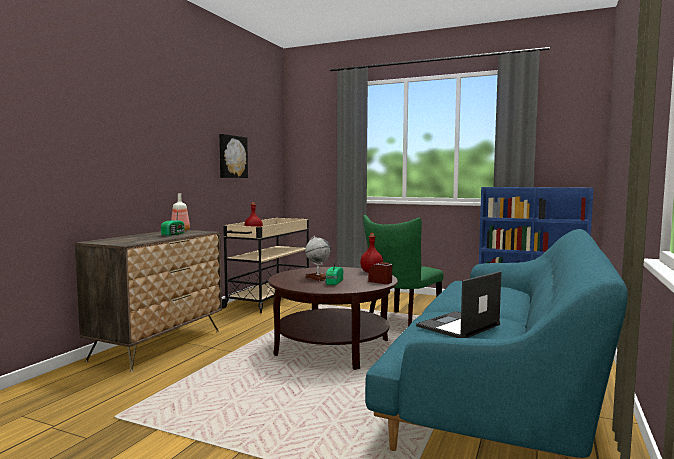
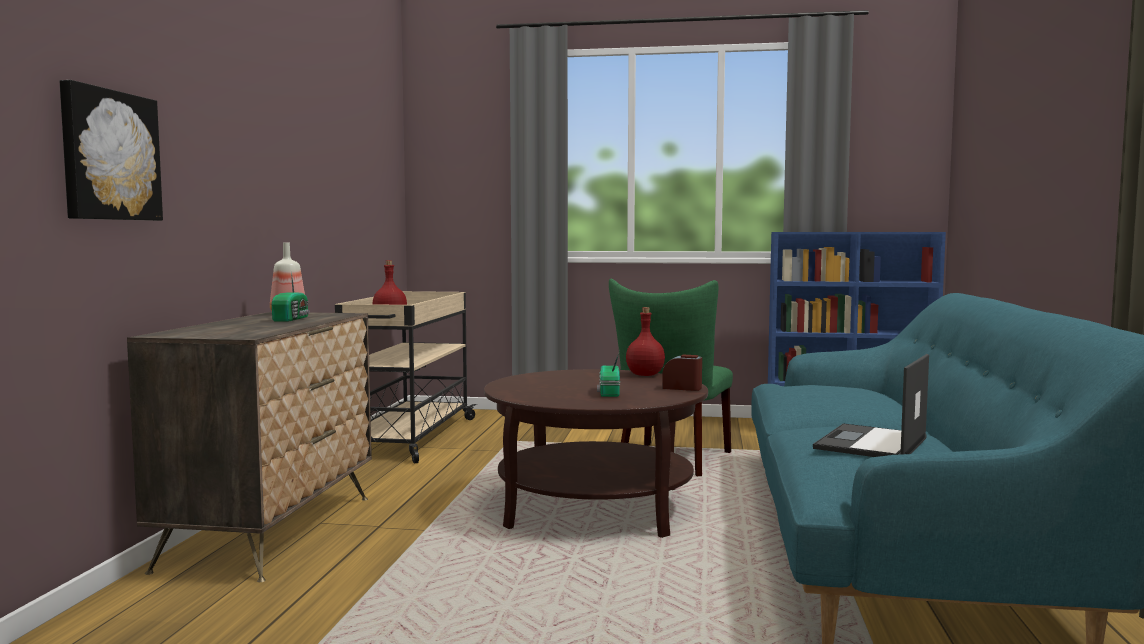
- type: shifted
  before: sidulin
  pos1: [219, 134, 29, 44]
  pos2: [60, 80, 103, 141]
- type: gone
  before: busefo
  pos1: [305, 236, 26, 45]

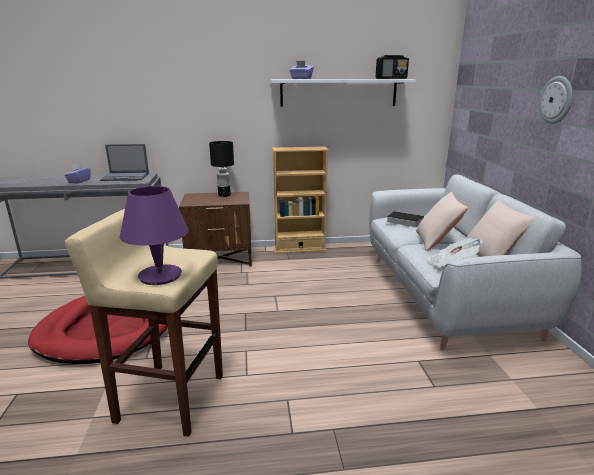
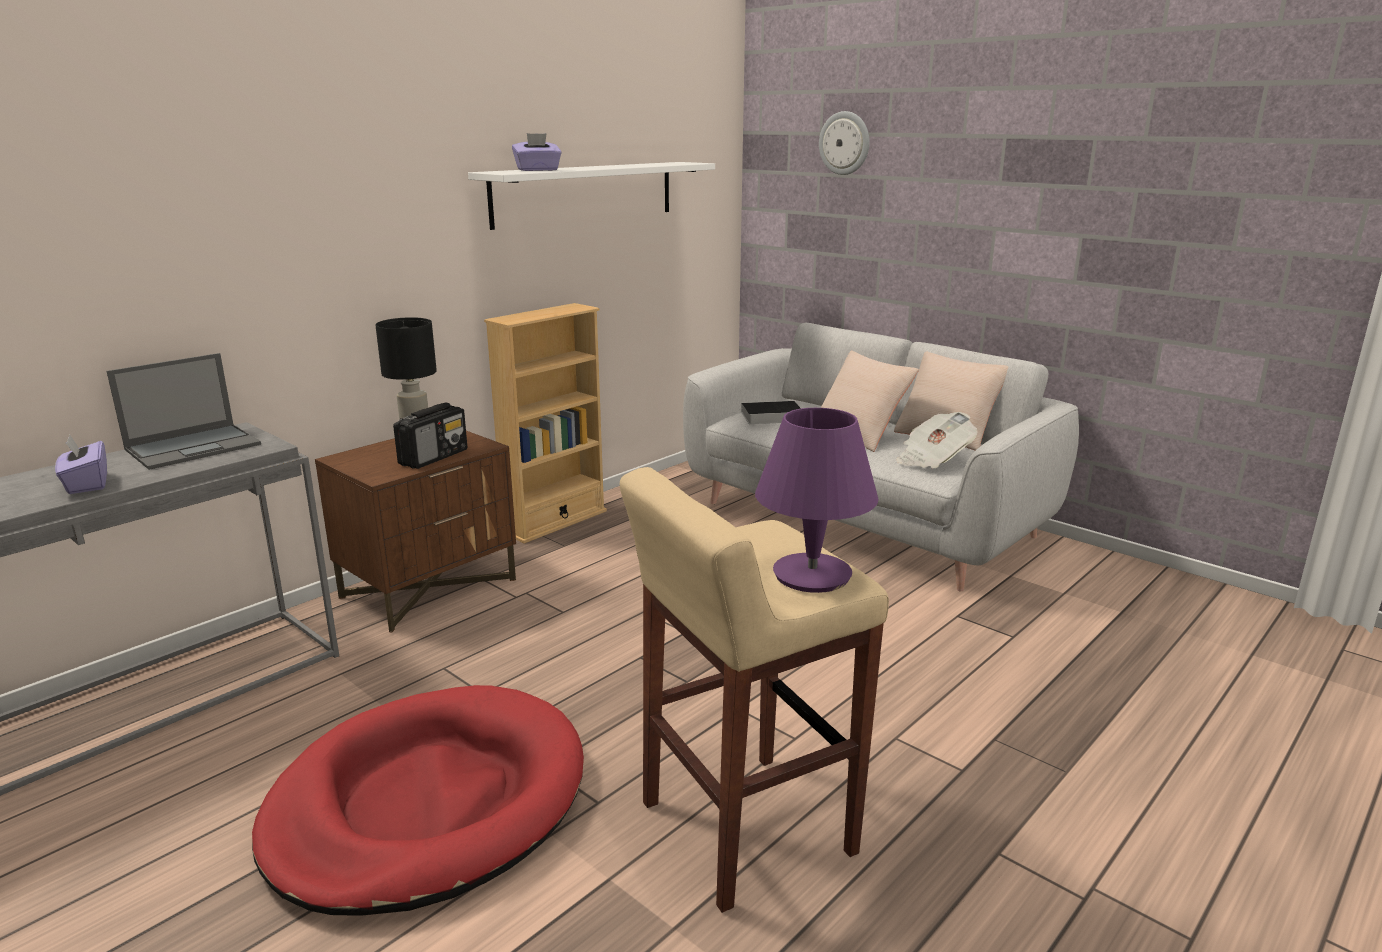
- type: shifted
  before: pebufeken
  pos1: [376, 55, 33, 24]
  pos2: [393, 403, 74, 66]
- type: shifted
  before: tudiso
  pos1: [539, 76, 34, 48]
  pos2: [819, 111, 51, 64]

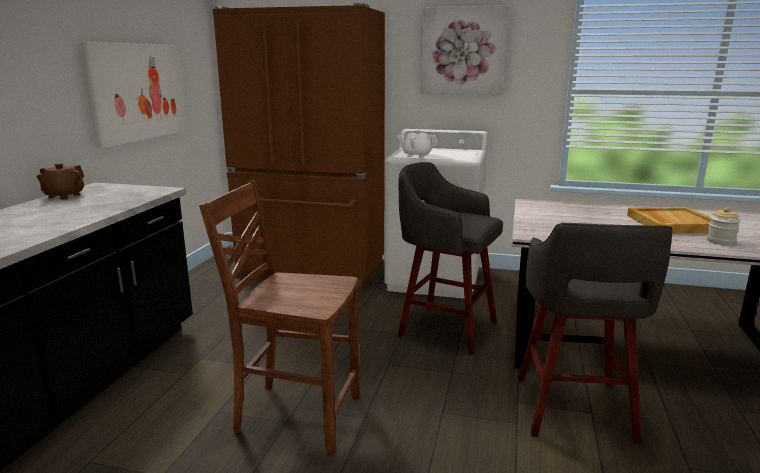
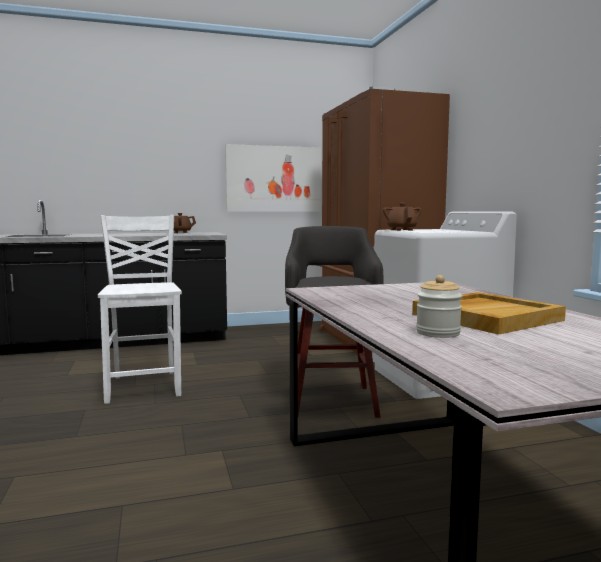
- type: repainted
  before: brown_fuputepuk
  after: white_fuputepuk
  pos1: [199, 180, 161, 274]
  pos2: [98, 215, 84, 189]
- type: repainted
  before: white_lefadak
  after: brown_lefadak
  pos1: [397, 130, 41, 28]
  pos2: [383, 203, 39, 28]
- type: gone
  before: sidulin
  pos1: [420, 5, 88, 90]
- type: gone
  before: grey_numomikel
  pos1: [518, 223, 154, 221]

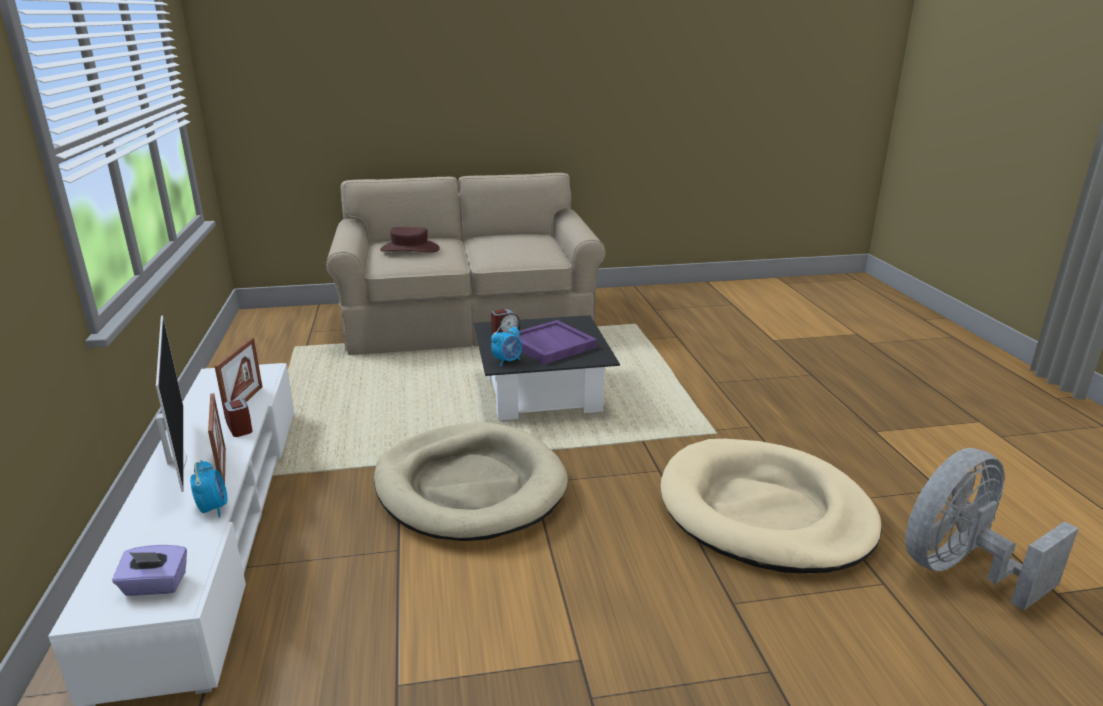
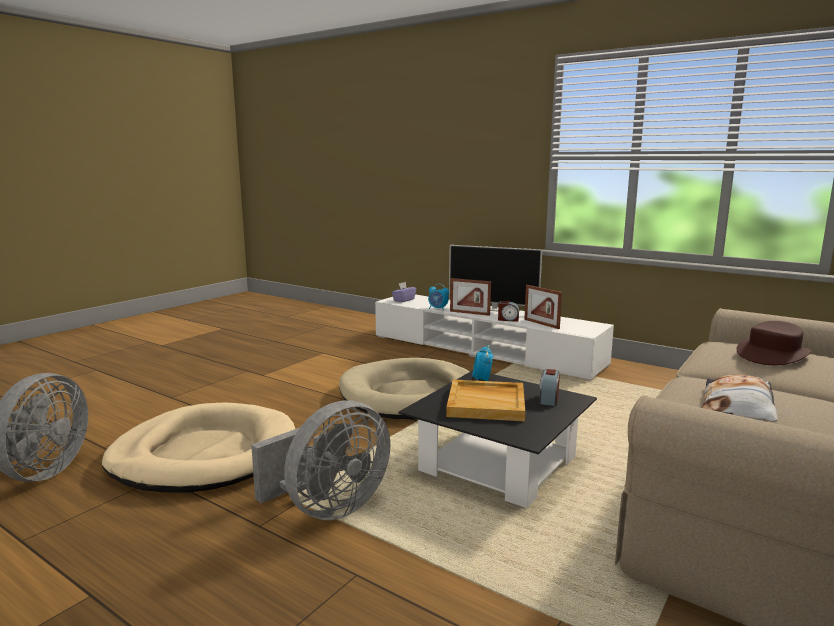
- type: new
  after: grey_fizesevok
  pos2: [251, 400, 139, 120]
- type: repainted
  before: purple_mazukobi
  after: beige_mazukobi
  pos1: [510, 320, 87, 44]
  pos2: [446, 379, 79, 42]
- type: new
  after: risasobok
  pos2: [702, 375, 76, 47]

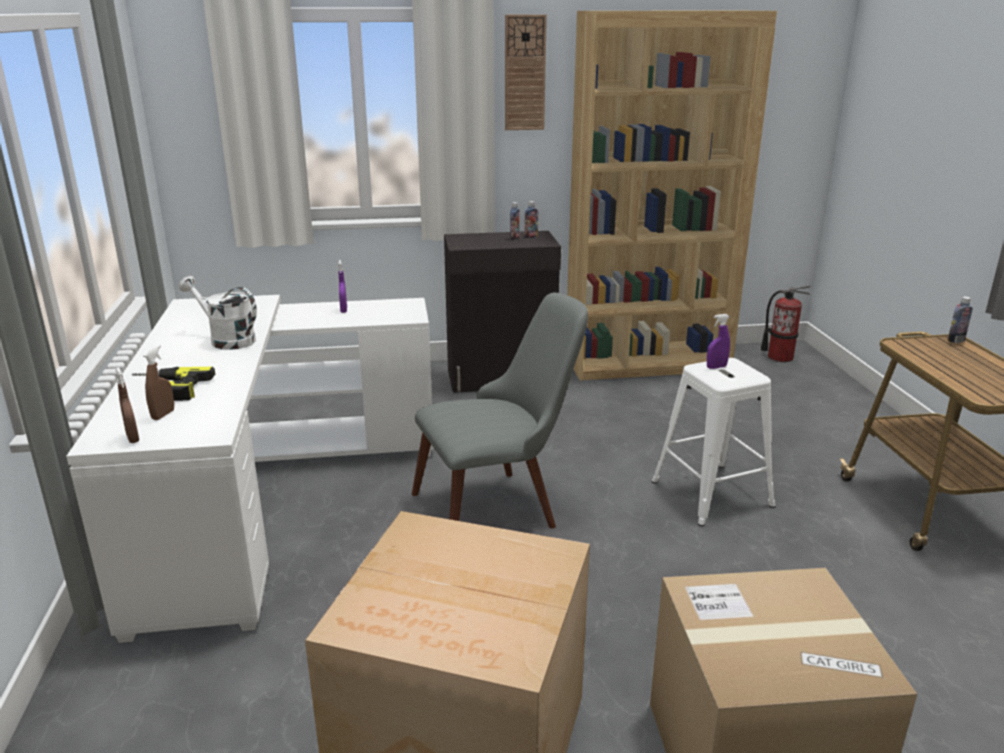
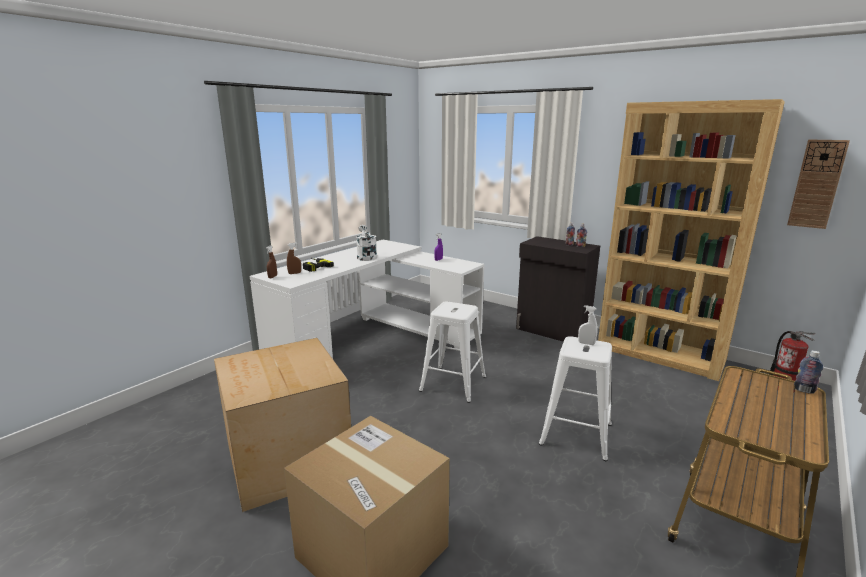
- type: swapped
  before: grey_fuputepuk
  after: white_numomikel
  pos1: [412, 293, 176, 235]
  pos2: [419, 302, 67, 101]
- type: repainted
  before: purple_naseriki
  after: white_naseriki
  pos1: [707, 314, 23, 55]
  pos2: [578, 305, 20, 40]
- type: shifted
  before: tudiso
  pos1: [505, 15, 42, 115]
  pos2: [787, 139, 63, 90]

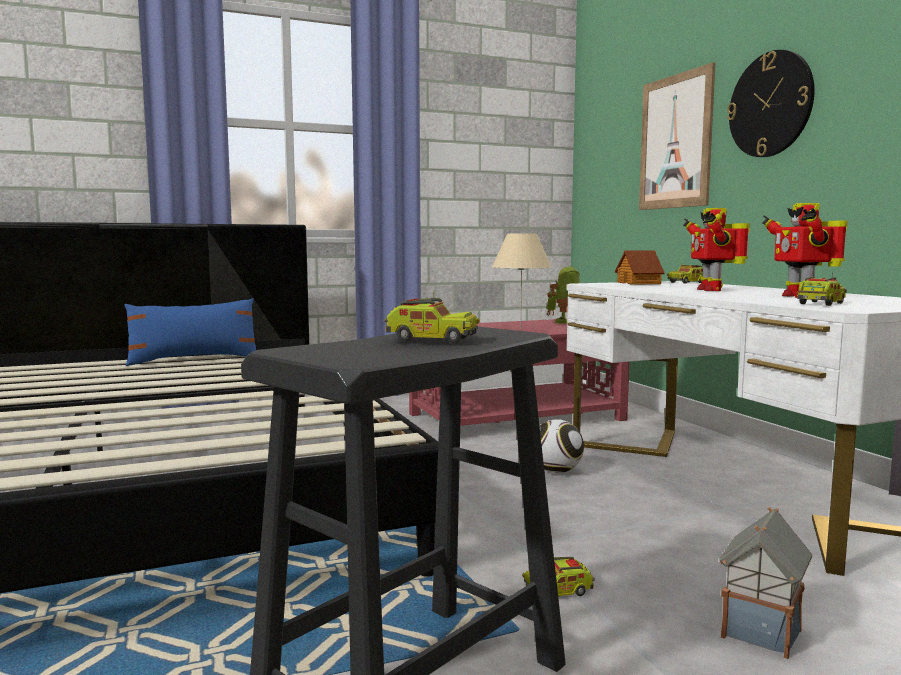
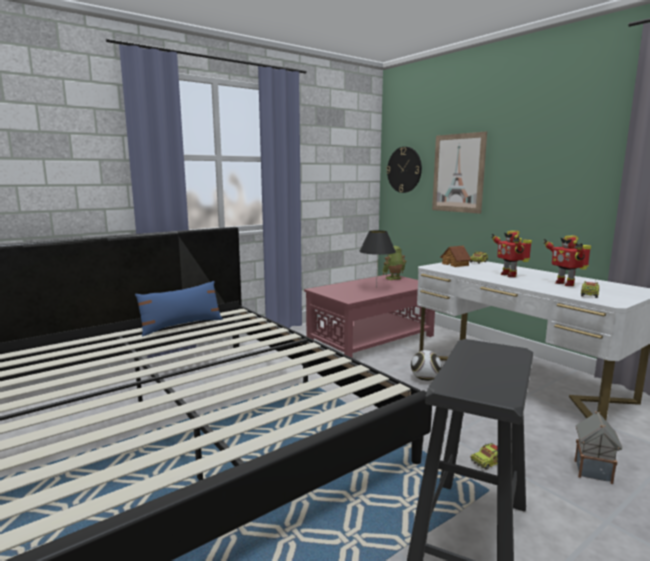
- type: repainted
  before: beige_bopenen
  after: black_bopenen
  pos1: [492, 234, 60, 95]
  pos2: [359, 230, 37, 59]
- type: shifted
  before: tudiso
  pos1: [727, 50, 88, 107]
  pos2: [386, 147, 36, 46]
- type: gone
  before: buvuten
  pos1: [384, 298, 96, 45]

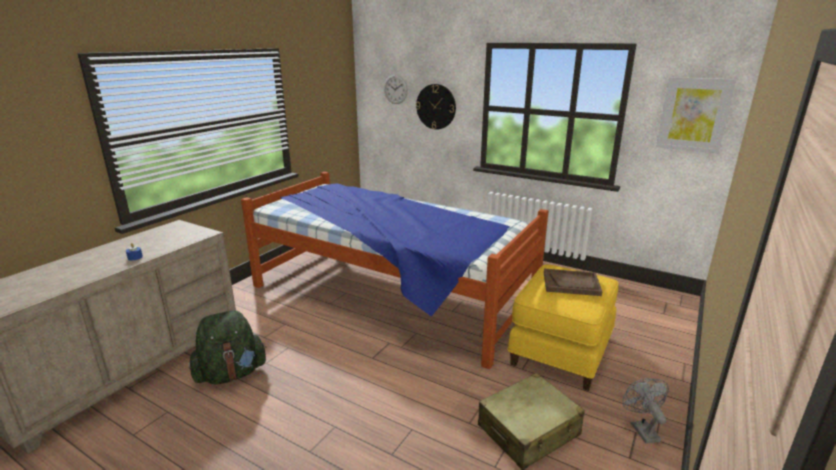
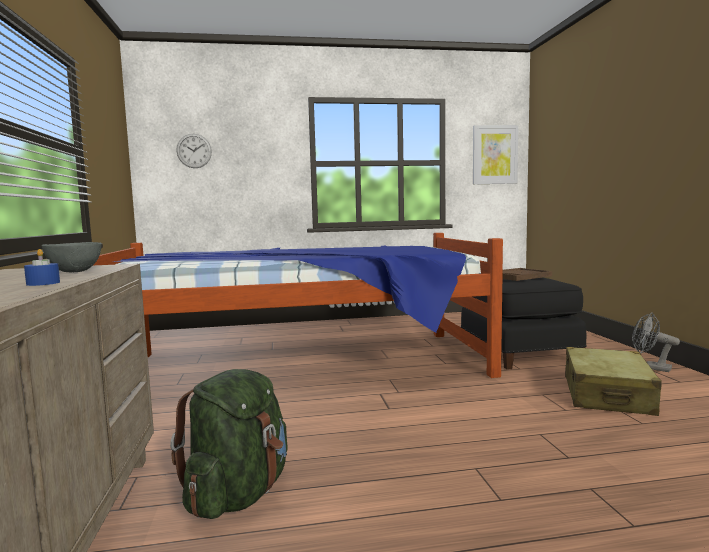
- type: new
  after: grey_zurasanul
  pos2: [42, 242, 60, 30]
- type: repainted
  before: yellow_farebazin
  after: black_farebazin
  pos1: [507, 264, 112, 127]
  pos2: [461, 278, 125, 91]
- type: gone
  before: tudiso
  pos1: [416, 84, 40, 46]

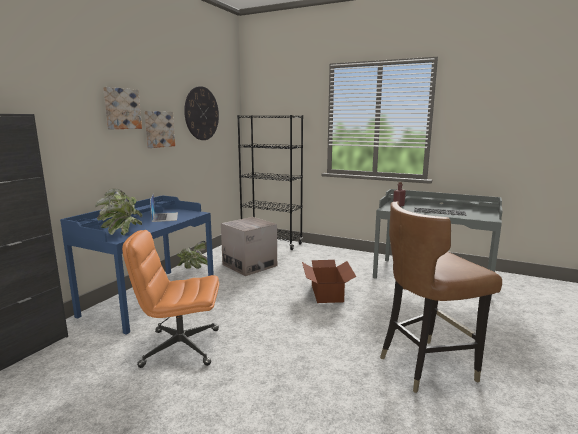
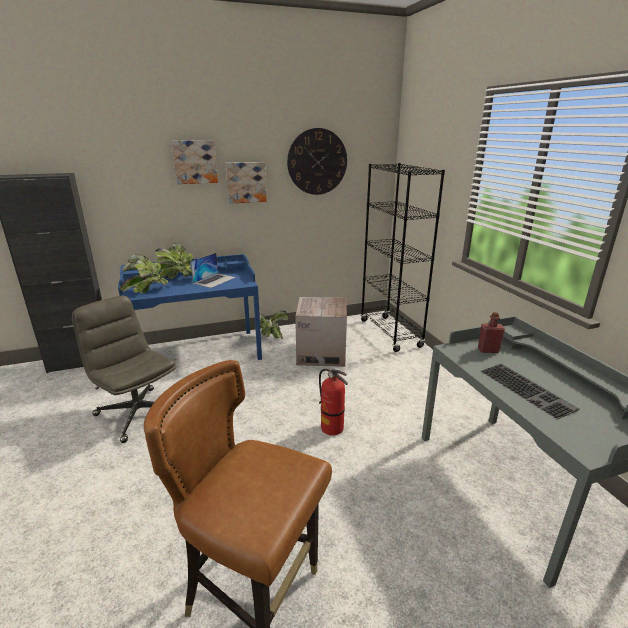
- type: repainted
  before: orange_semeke
  after: grey_semeke
  pos1: [122, 230, 97, 138]
  pos2: [72, 296, 105, 147]
- type: swapped
  before: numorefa
  after: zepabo
  pos1: [302, 260, 54, 43]
  pos2: [319, 369, 29, 67]

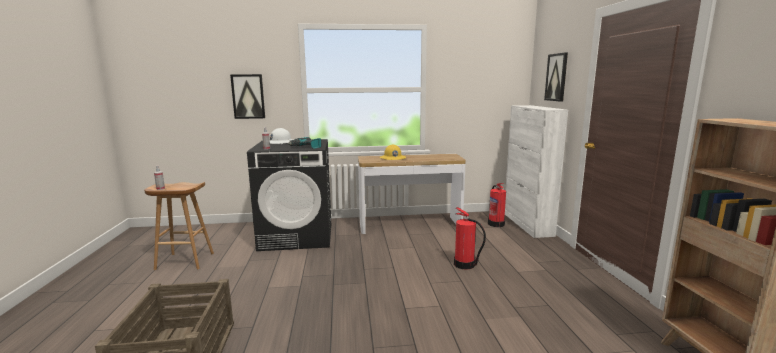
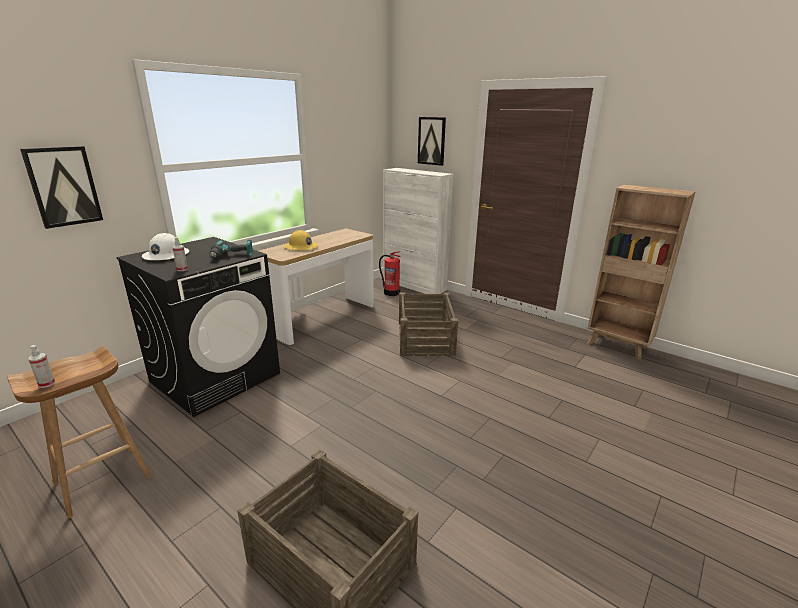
- type: swapped
  before: zepabo
  after: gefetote
  pos1: [454, 207, 32, 63]
  pos2: [399, 292, 59, 64]

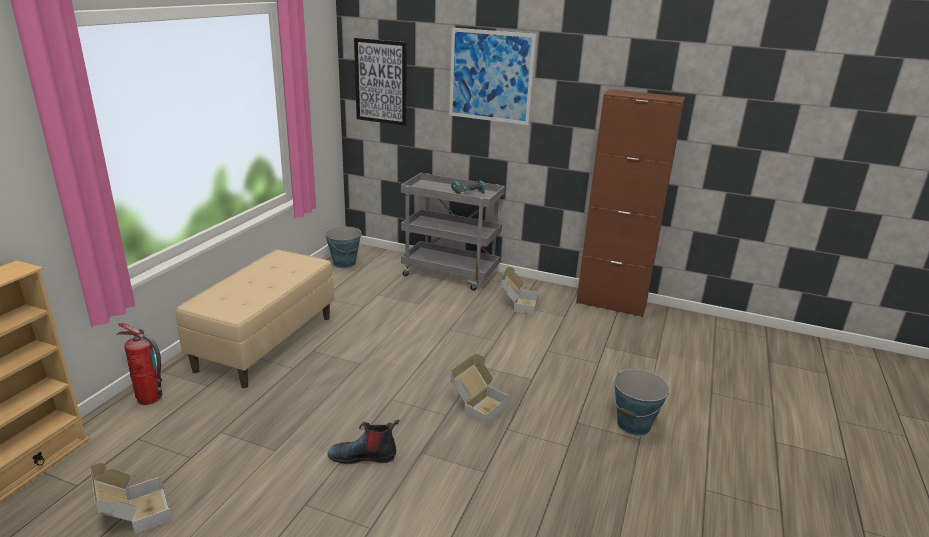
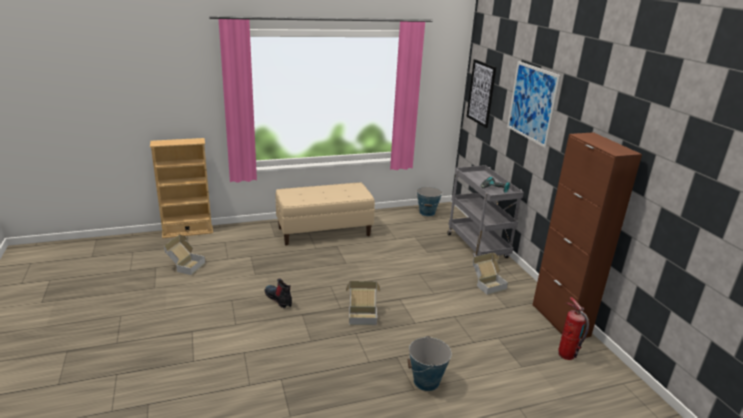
- type: shifted
  before: zepabo
  pos1: [116, 323, 46, 82]
  pos2: [558, 297, 31, 63]

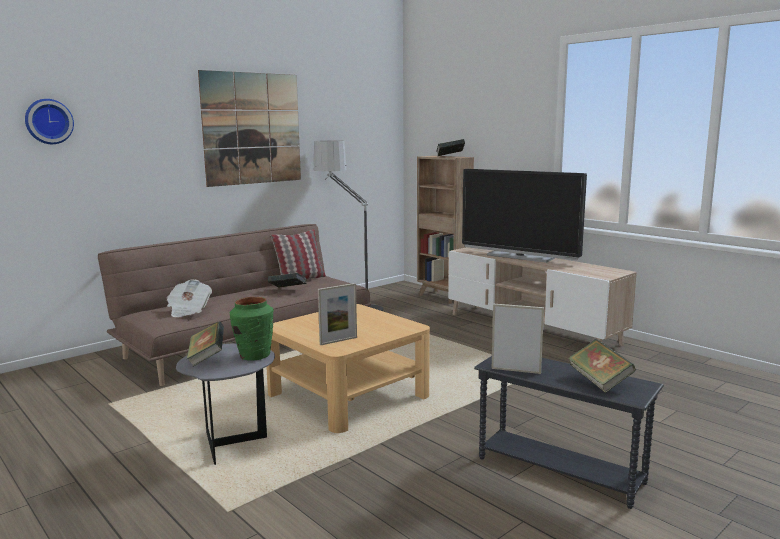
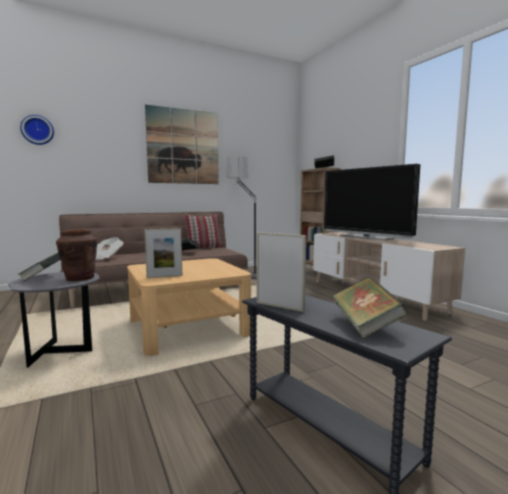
- type: repainted
  before: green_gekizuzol
  after: brown_gekizuzol
  pos1: [230, 297, 44, 64]
  pos2: [56, 230, 41, 51]

